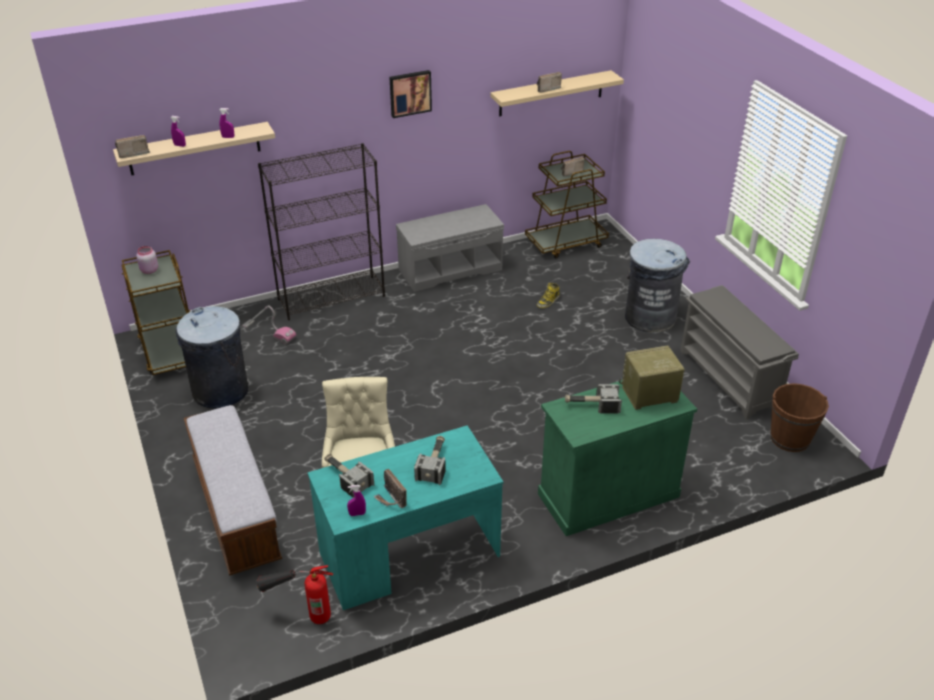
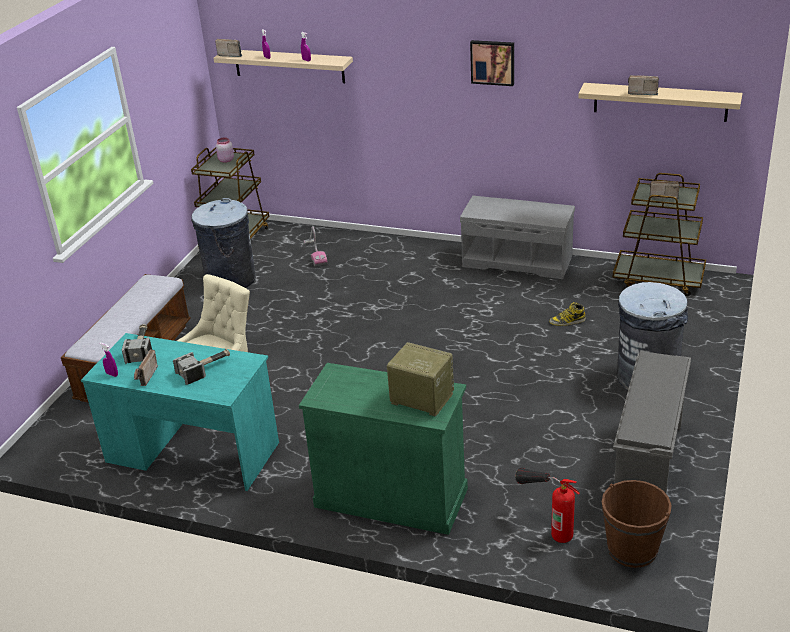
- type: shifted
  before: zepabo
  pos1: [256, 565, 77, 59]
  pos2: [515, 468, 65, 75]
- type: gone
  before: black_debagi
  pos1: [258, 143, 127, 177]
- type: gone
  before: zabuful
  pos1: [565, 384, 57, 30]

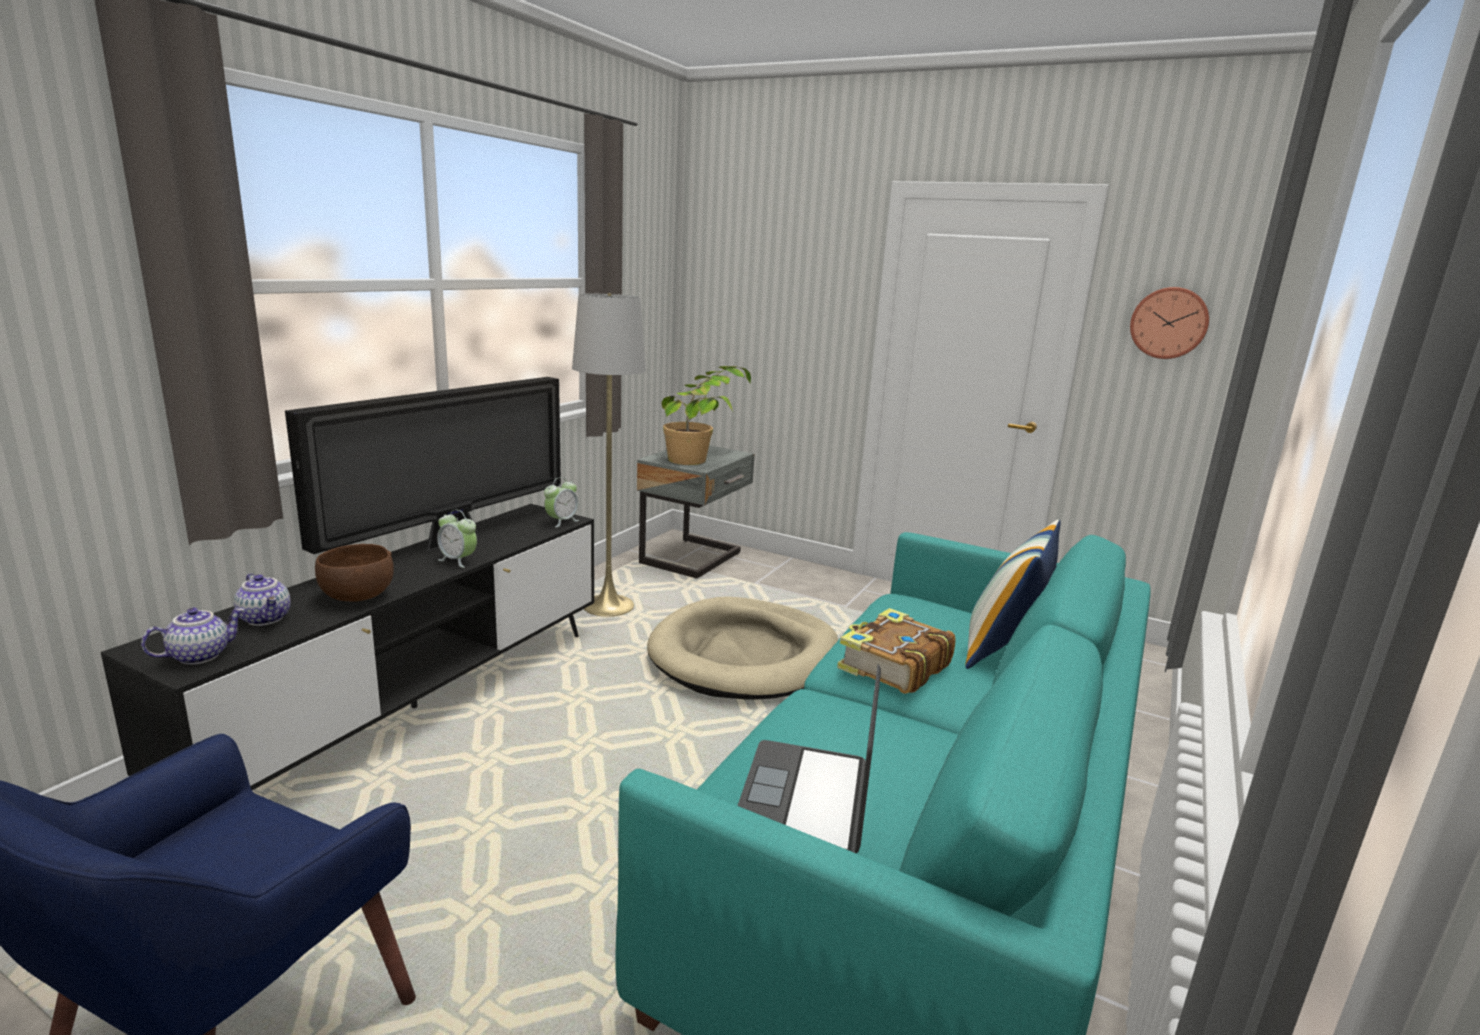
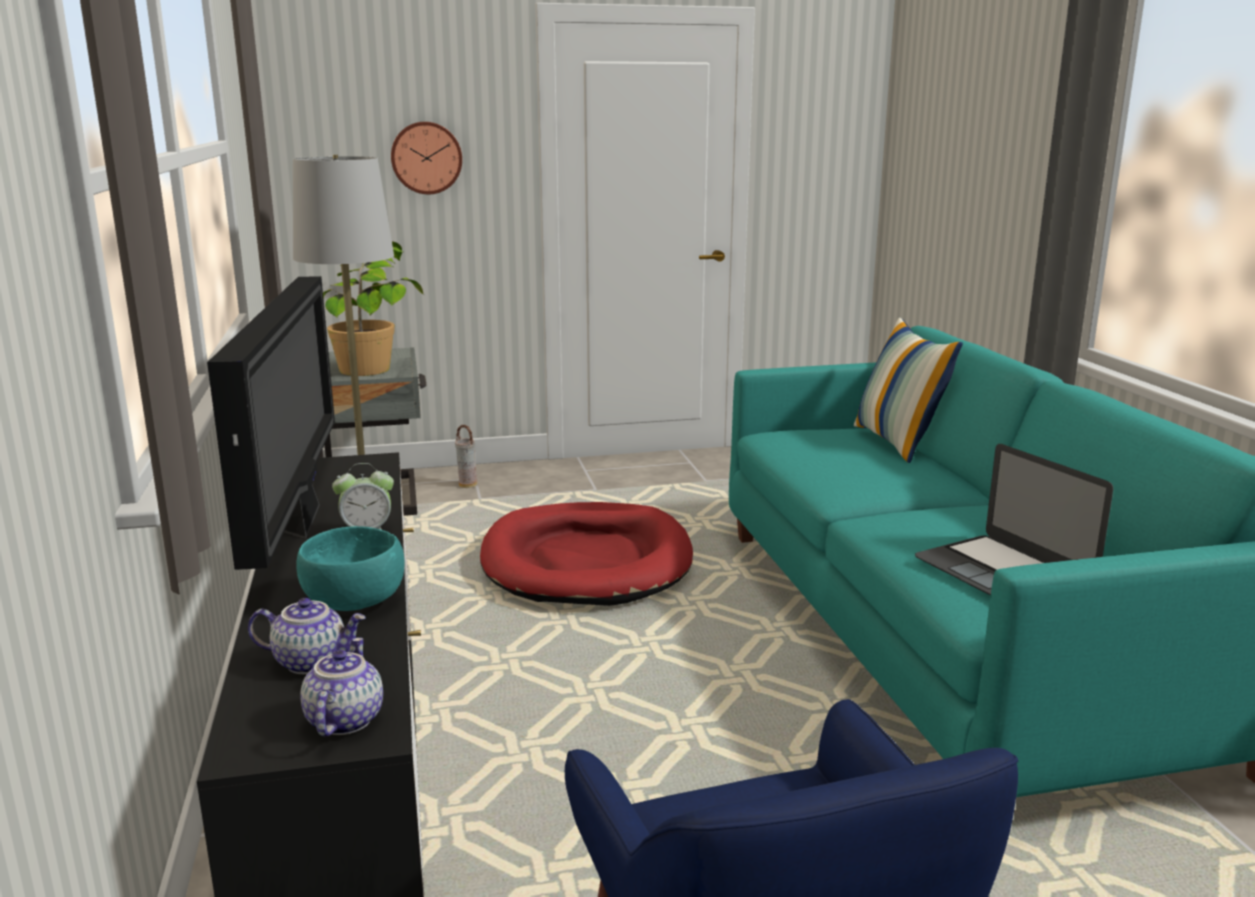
- type: repainted
  before: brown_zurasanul
  after: turquoise_zurasanul
  pos1: [315, 544, 79, 58]
  pos2: [296, 526, 109, 85]
- type: shifted
  before: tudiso
  pos1: [1130, 287, 79, 72]
  pos2: [391, 122, 71, 72]
- type: new
  after: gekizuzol
  pos2: [455, 425, 23, 63]
- type: repainted
  before: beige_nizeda
  after: red_nizeda
  pos1: [647, 596, 191, 104]
  pos2: [480, 502, 213, 104]
- type: gone
  before: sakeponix
  pos1: [544, 477, 35, 50]
- type: gone
  before: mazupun
  pos1: [837, 608, 119, 86]

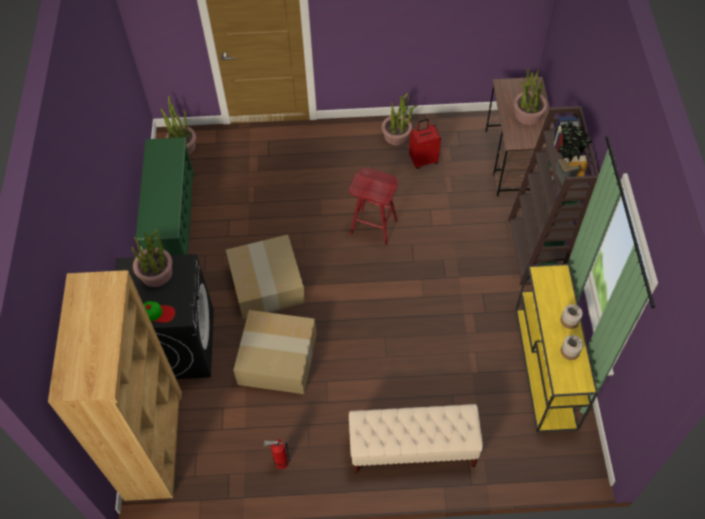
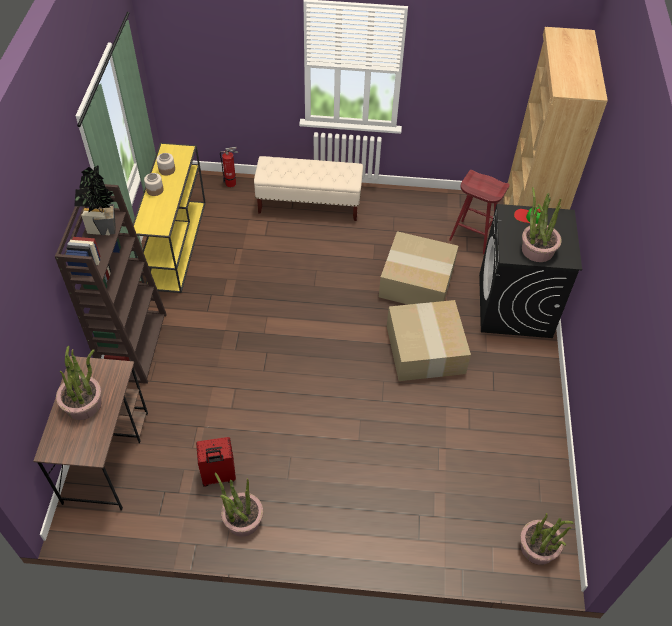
- type: shifted
  before: zepabo
  pos1: [263, 440, 28, 29]
  pos2: [220, 147, 18, 40]
- type: shifted
  before: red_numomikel
  pos1: [349, 168, 49, 78]
  pos2: [449, 170, 61, 84]
- type: gone
  before: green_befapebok
  pos1: [135, 137, 59, 118]

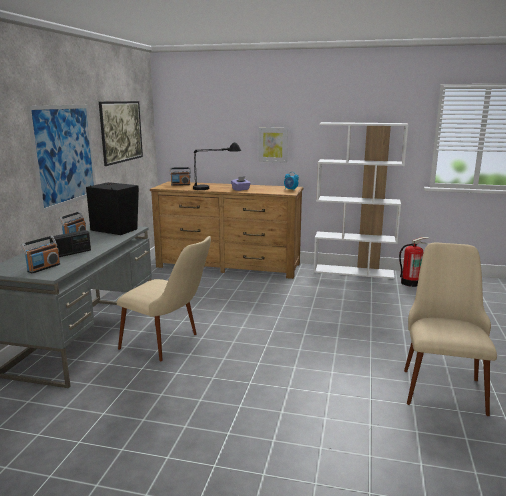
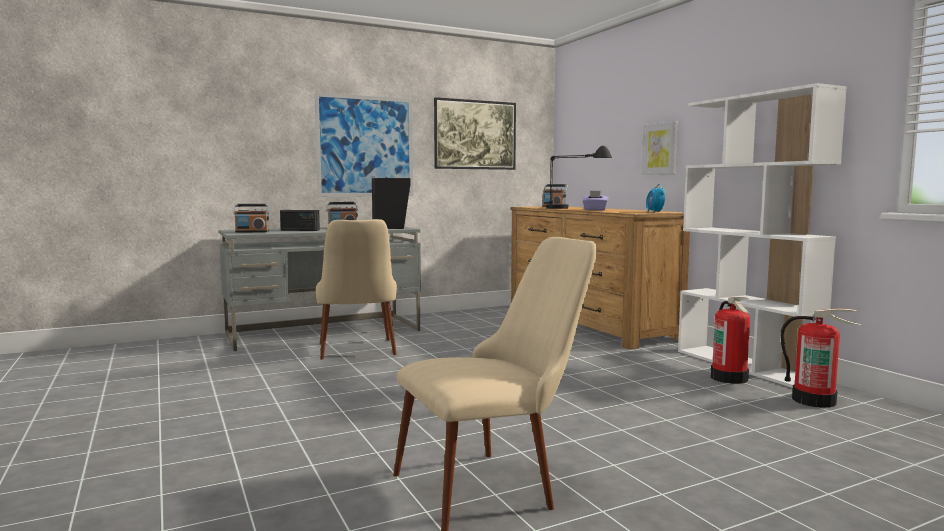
- type: new
  after: zepabo
  pos2: [711, 297, 39, 87]

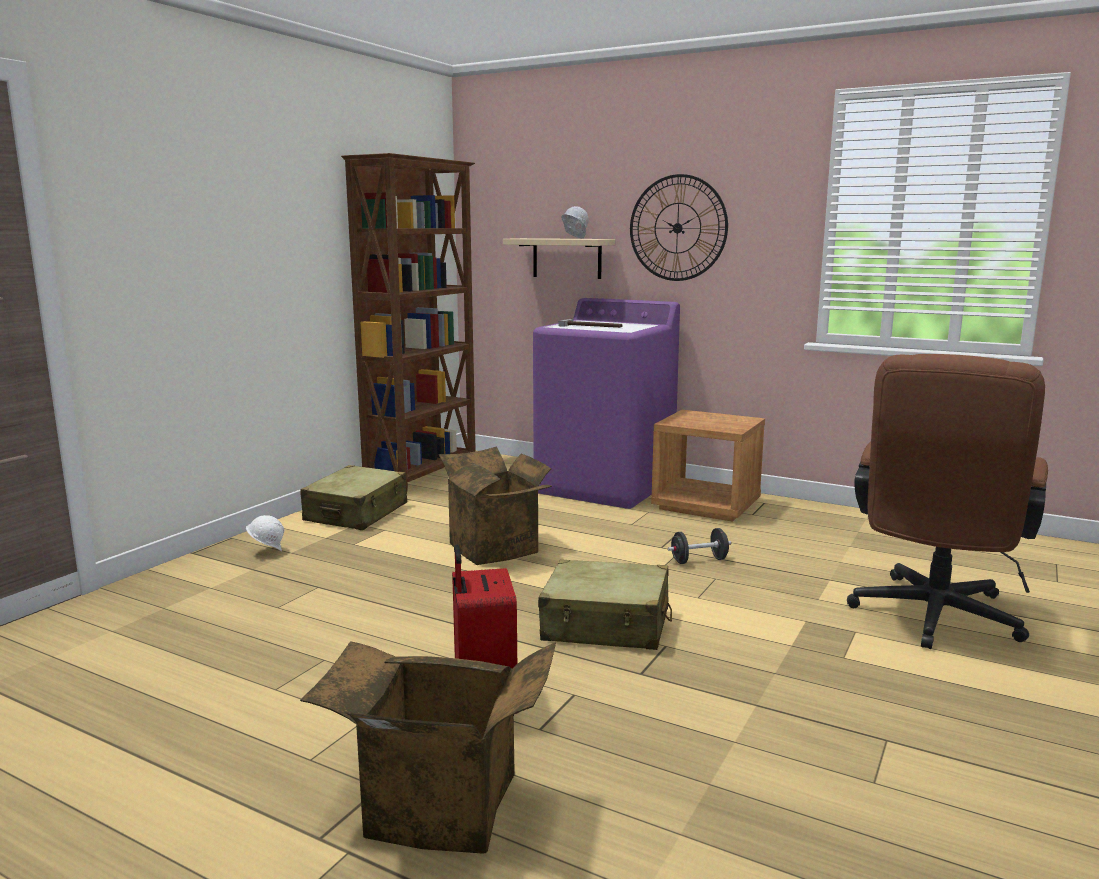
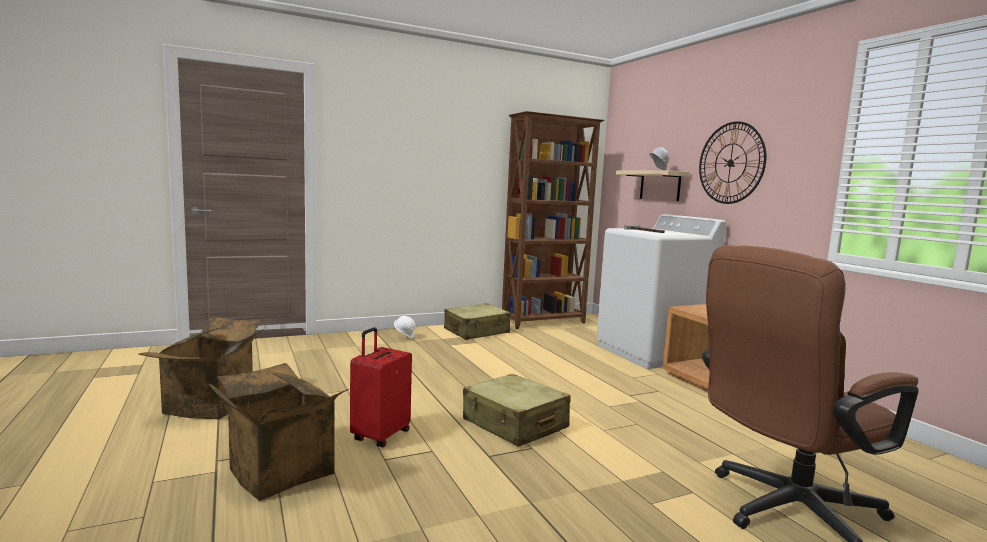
- type: shifted
  before: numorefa
  pos1: [438, 446, 114, 119]
  pos2: [138, 316, 126, 103]
- type: repainted
  before: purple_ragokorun
  after: white_ragokorun
  pos1: [533, 298, 147, 211]
  pos2: [596, 214, 130, 155]
- type: gone
  before: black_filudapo
  pos1: [668, 528, 63, 36]

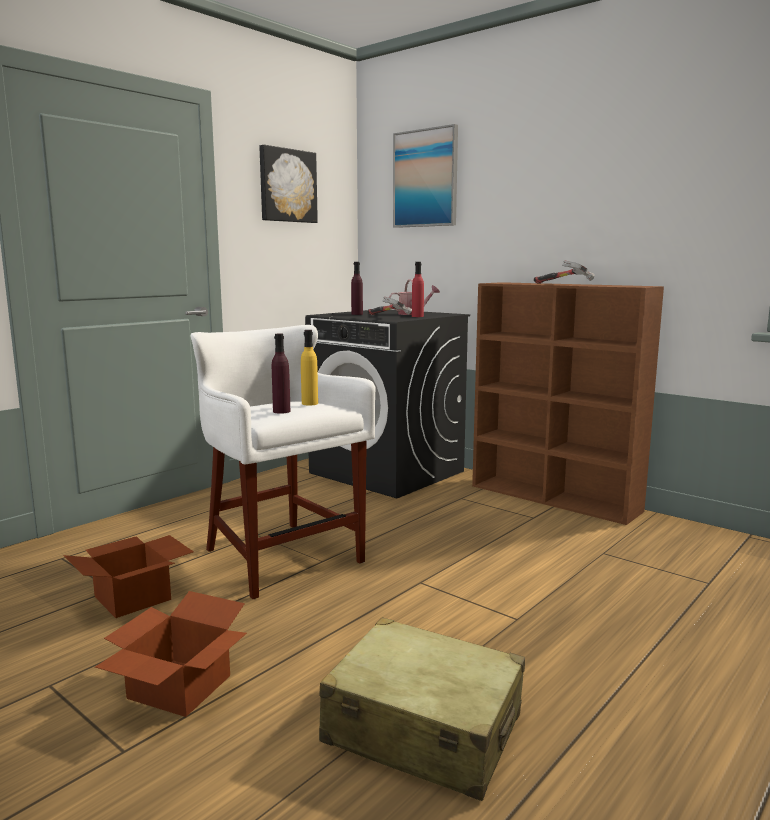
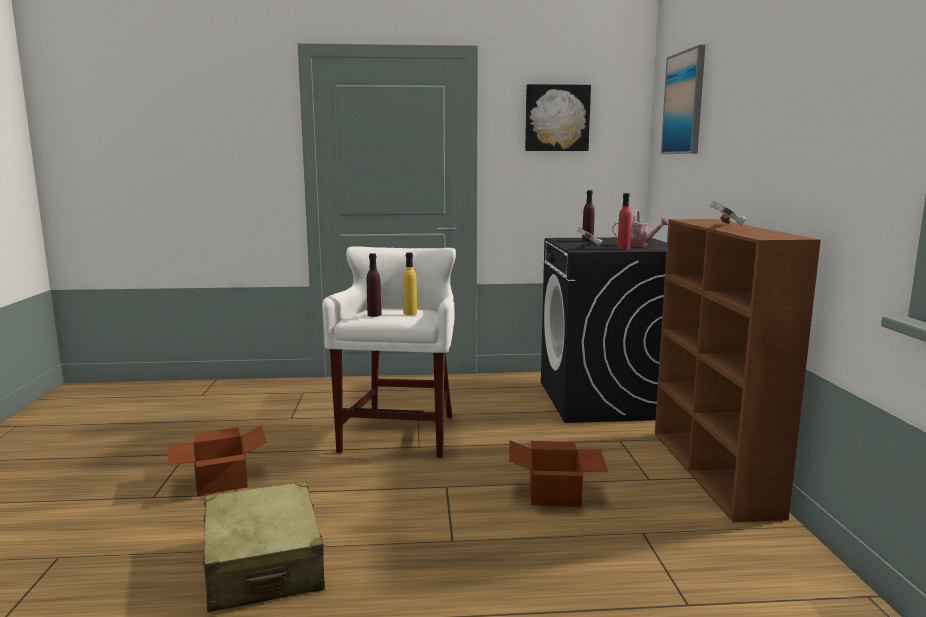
- type: shifted
  before: numorefa
  pos1: [63, 535, 131, 83]
  pos2: [509, 440, 99, 67]

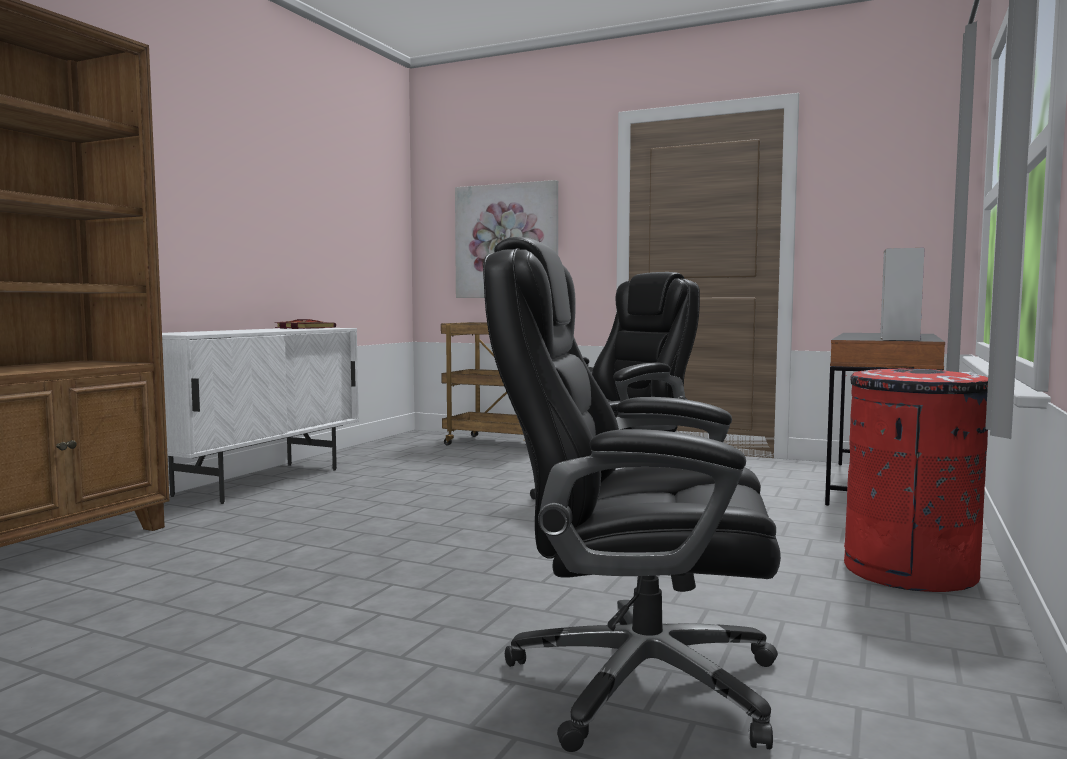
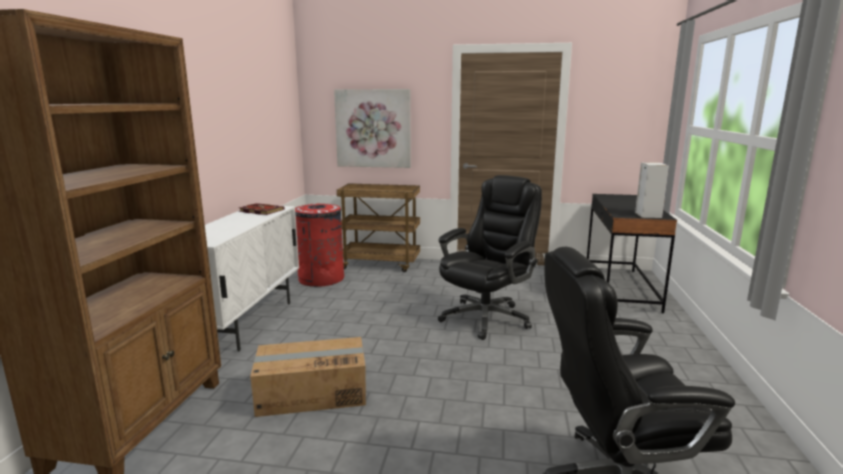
- type: new
  after: numorefa
  pos2: [250, 337, 116, 80]
- type: shifted
  before: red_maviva
  pos1: [844, 368, 144, 224]
  pos2: [295, 204, 49, 83]

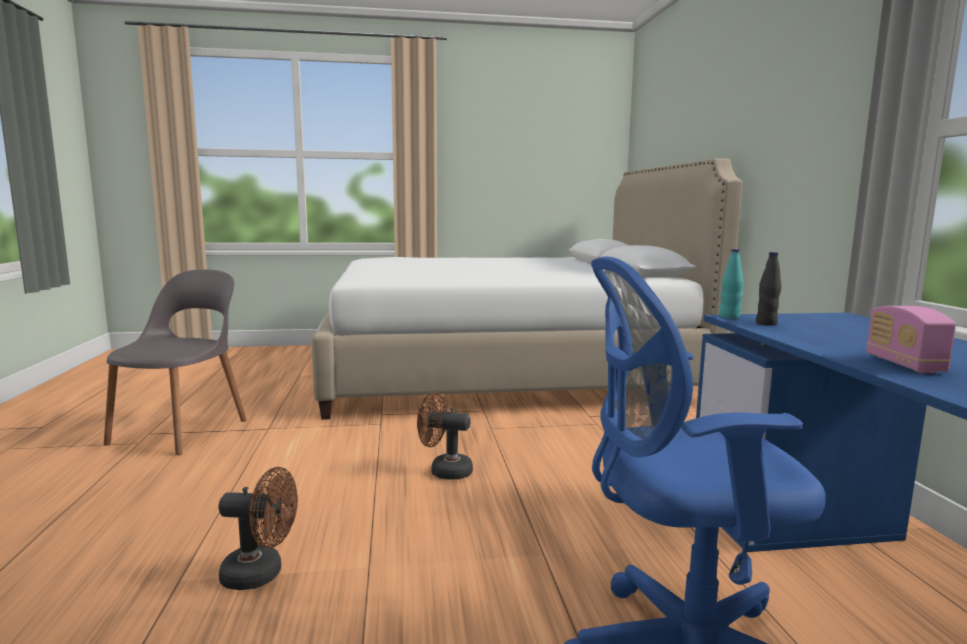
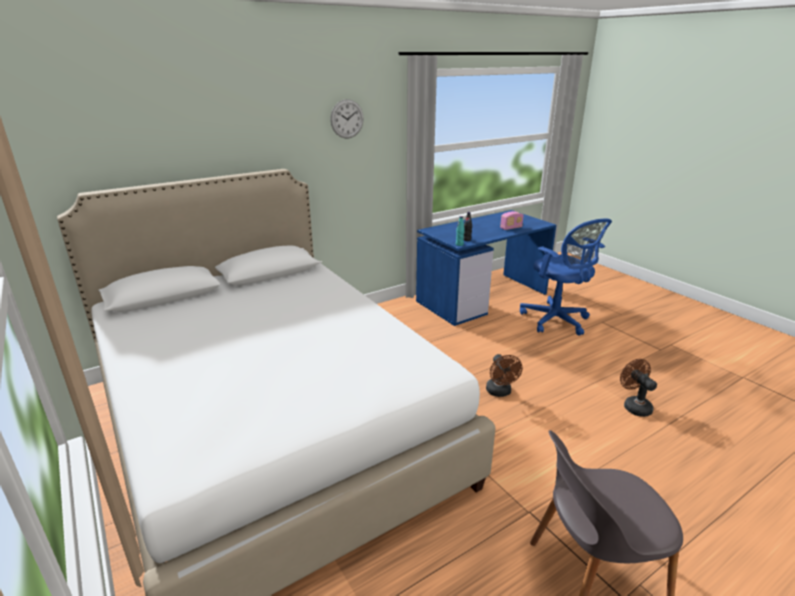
- type: new
  after: tudiso
  pos2: [330, 99, 34, 40]

